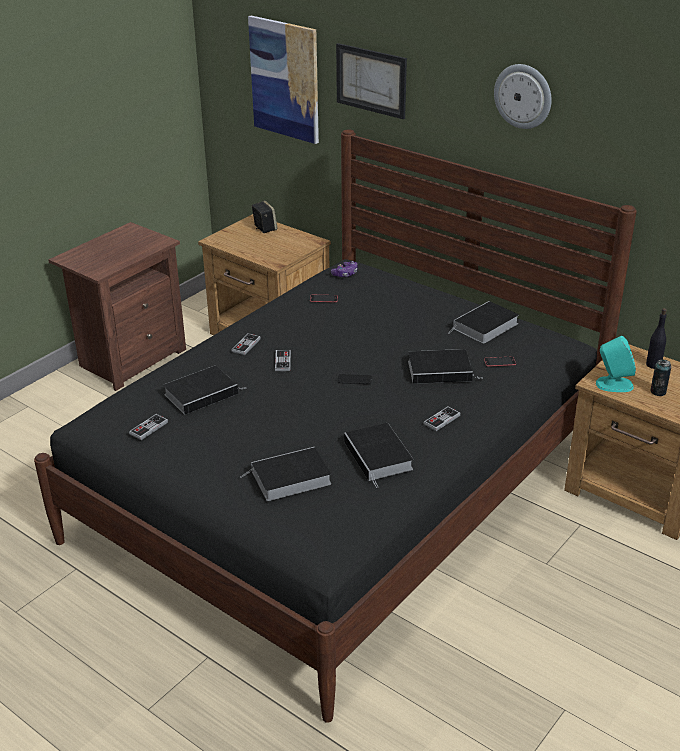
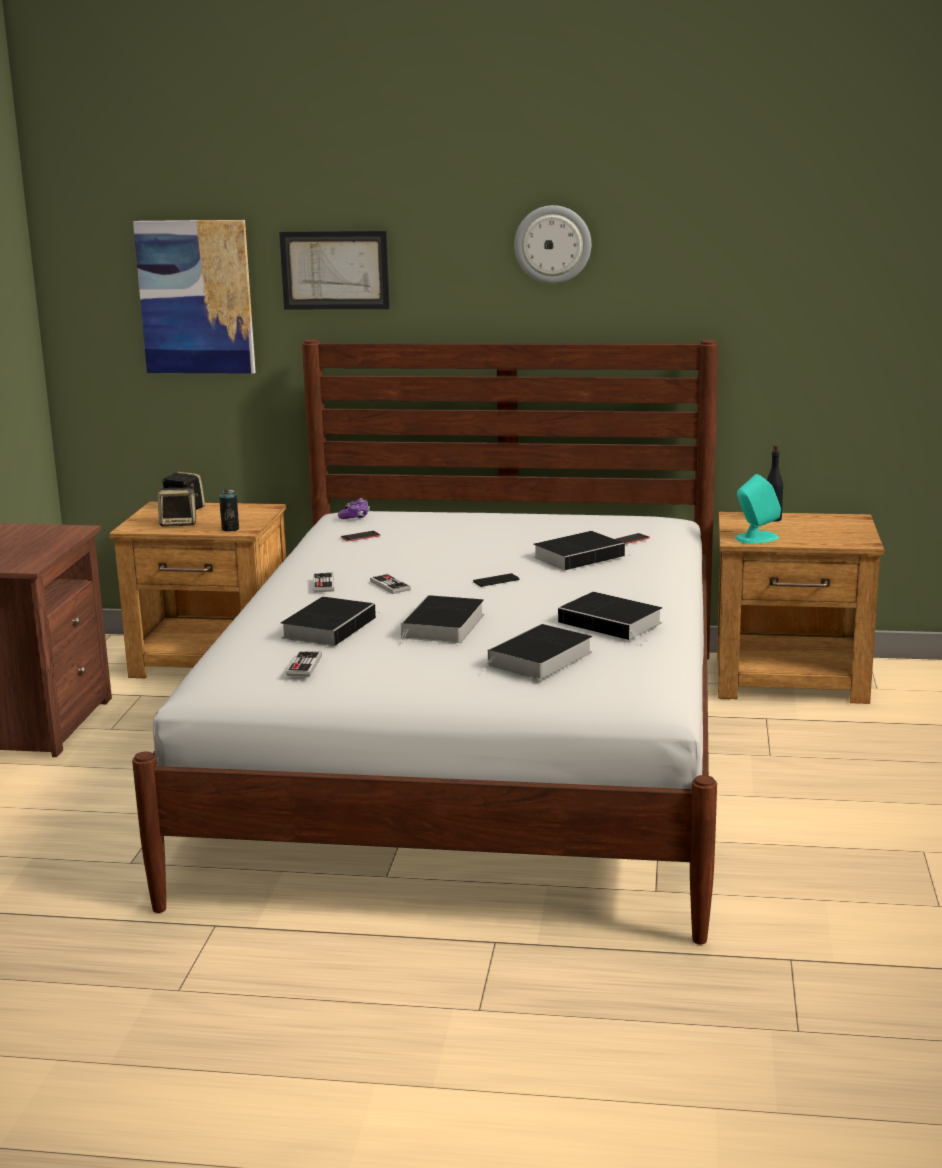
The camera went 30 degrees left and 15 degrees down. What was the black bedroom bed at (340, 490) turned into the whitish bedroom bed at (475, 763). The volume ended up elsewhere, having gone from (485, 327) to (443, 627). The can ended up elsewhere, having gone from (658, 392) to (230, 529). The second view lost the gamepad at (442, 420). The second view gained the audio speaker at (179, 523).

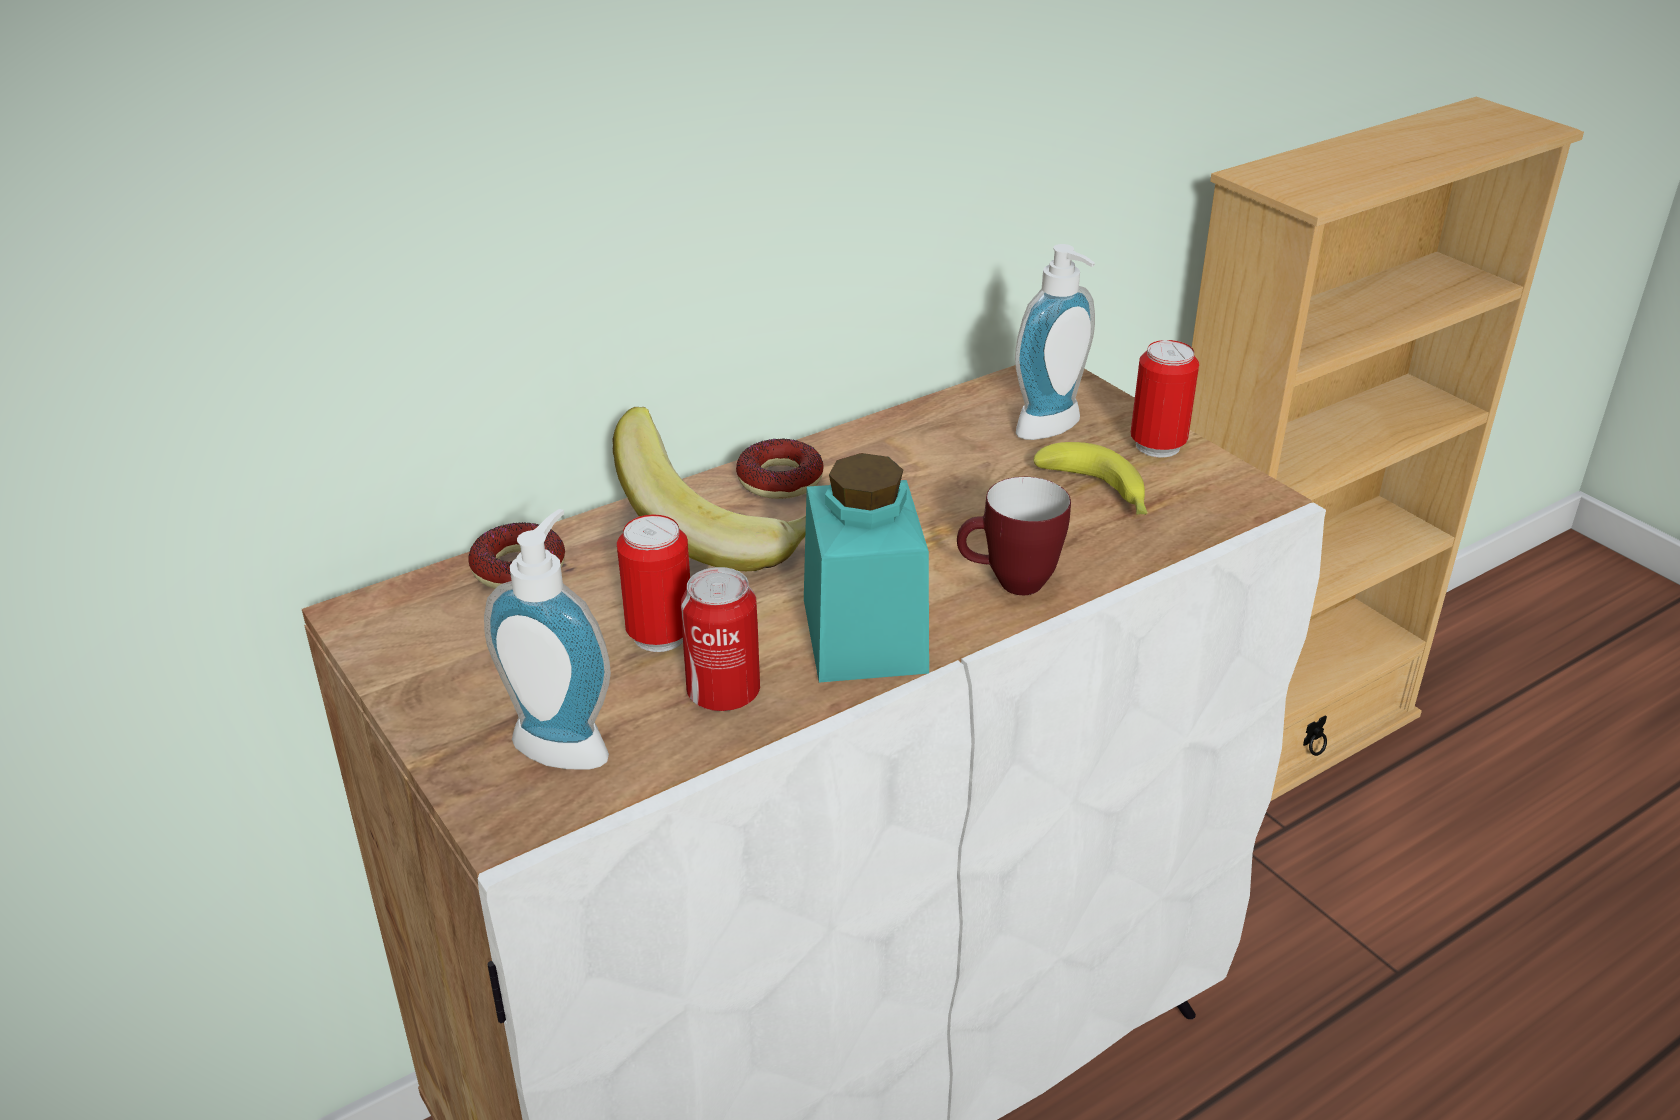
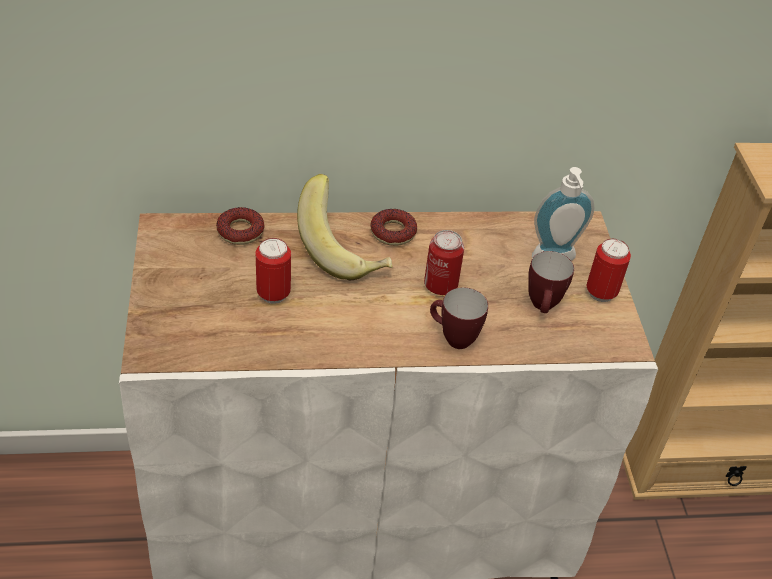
The camera went 25 degrees right and 10 degrees up. Where the banana stood at (1098, 494), the mug came to stand at (543, 308). The second view lost the turquoise-coloured storage jar at (864, 635). The second view lost the liquid soap bottle at (567, 742). The can ended up elsewhere, having gone from (723, 693) to (440, 285).

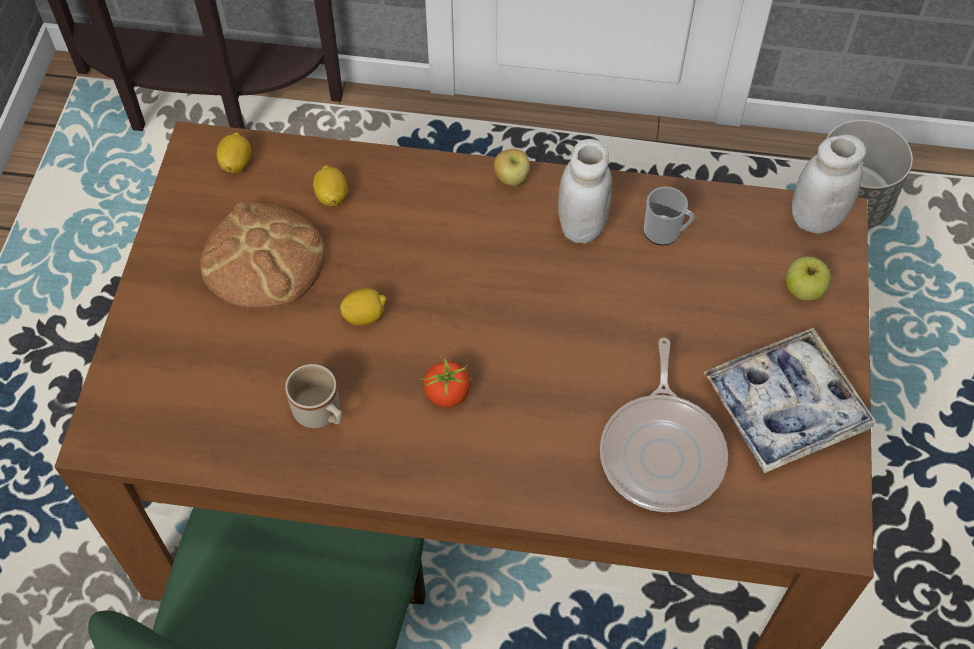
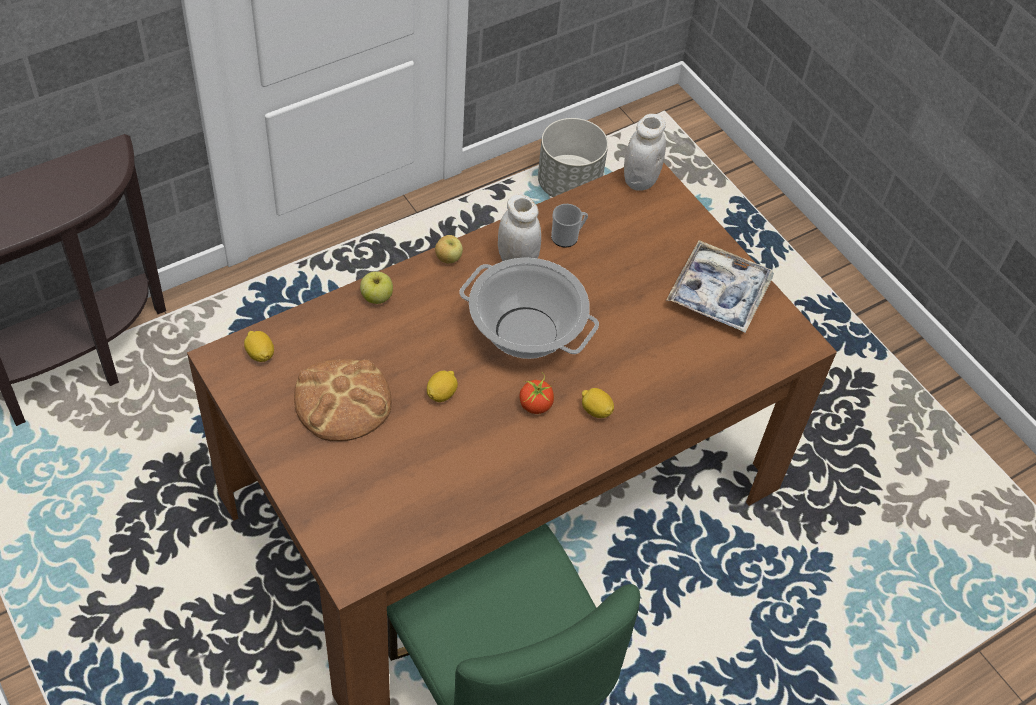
The camera went 45 degrees left and 5 degrees down. The citrus fruit ended up elsewhere, having gone from (332, 196) to (596, 410). The apple fruit ended up elsewhere, having gone from (803, 290) to (377, 297). The second view lost the skillet at (662, 451). The second view lost the beige-coloured mug at (321, 414). The second view gained the stockpot at (525, 332).

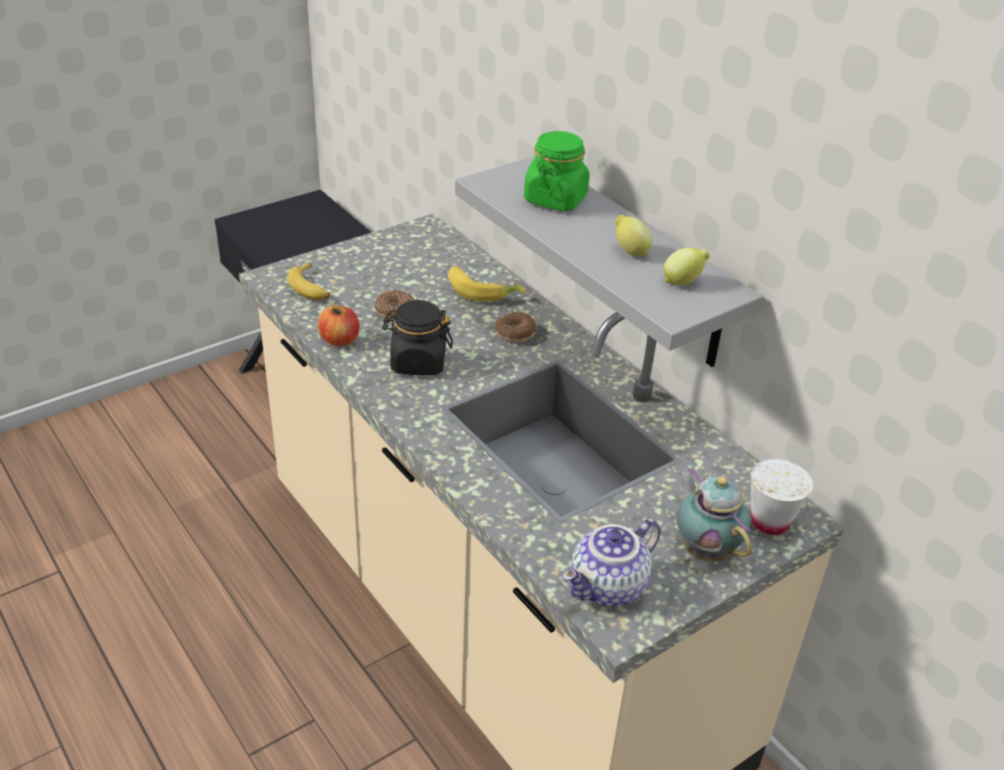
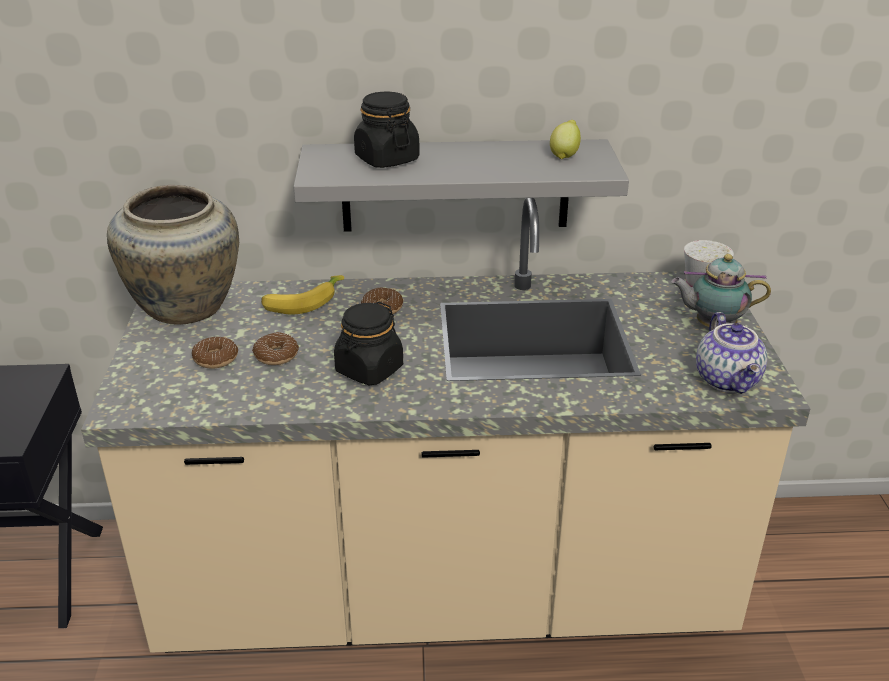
The camera went 55 degrees left and 5 degrees down. What was the greenish storage jar at (555, 199) turned into the black storage jar at (386, 159). The second view lost the citrus fruit at (630, 252). The second view lost the banana at (311, 288). The second view lost the apple fruit at (339, 340). The second view gained the beige-coloured flower vase at (185, 309). The second view gained the ring doughnut at (216, 359).

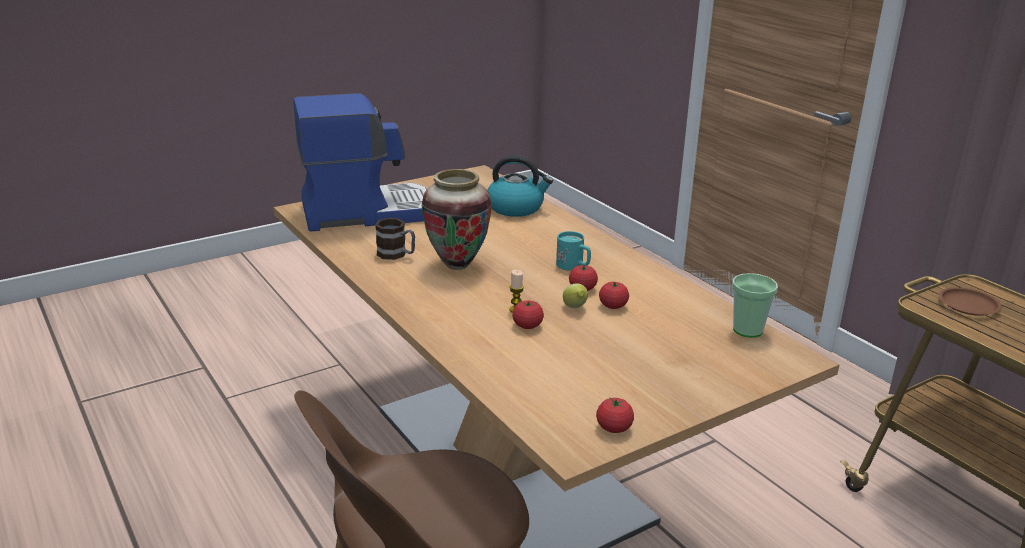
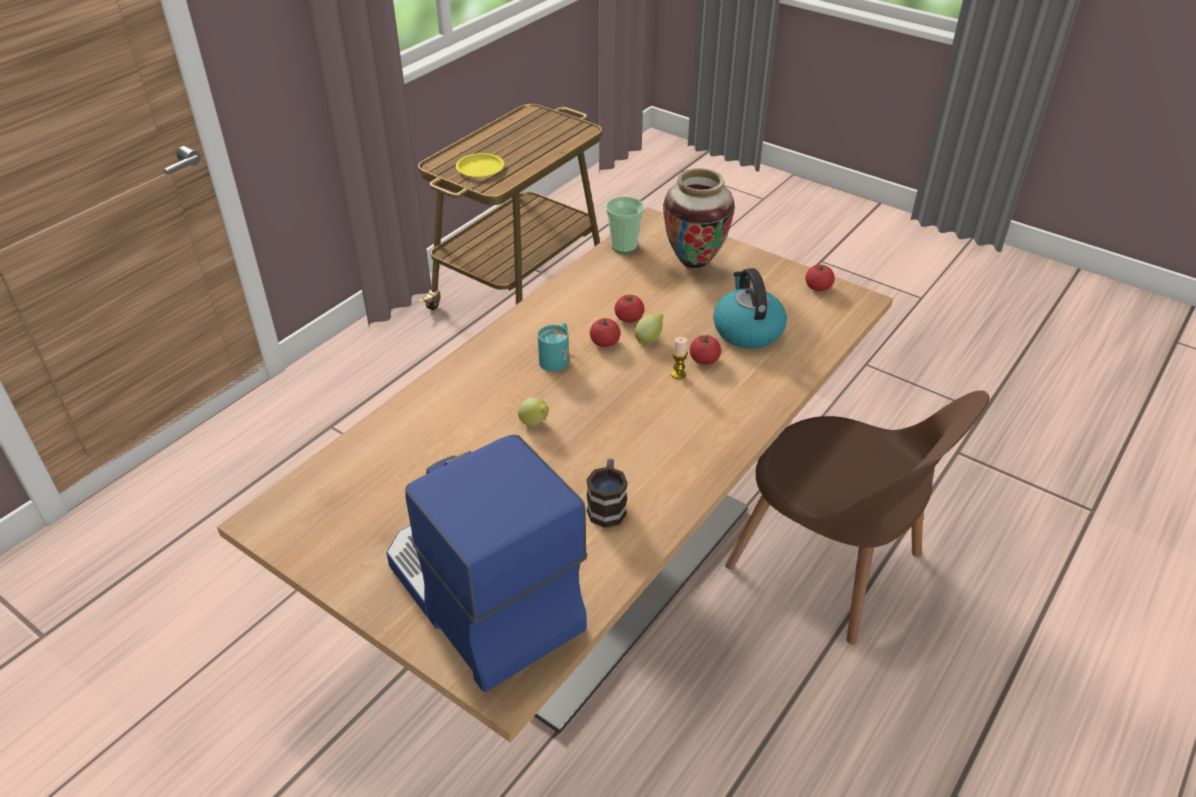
The camera went 110 degrees left and 15 degrees up. The kettle ended up elsewhere, having gone from (516, 208) to (747, 330). The flower vase ended up elsewhere, having gone from (457, 265) to (694, 264). What was the brown-coloured plate at (967, 305) turned into the yellow-coloured plate at (480, 169). The second view gained the citrus fruit at (535, 423).

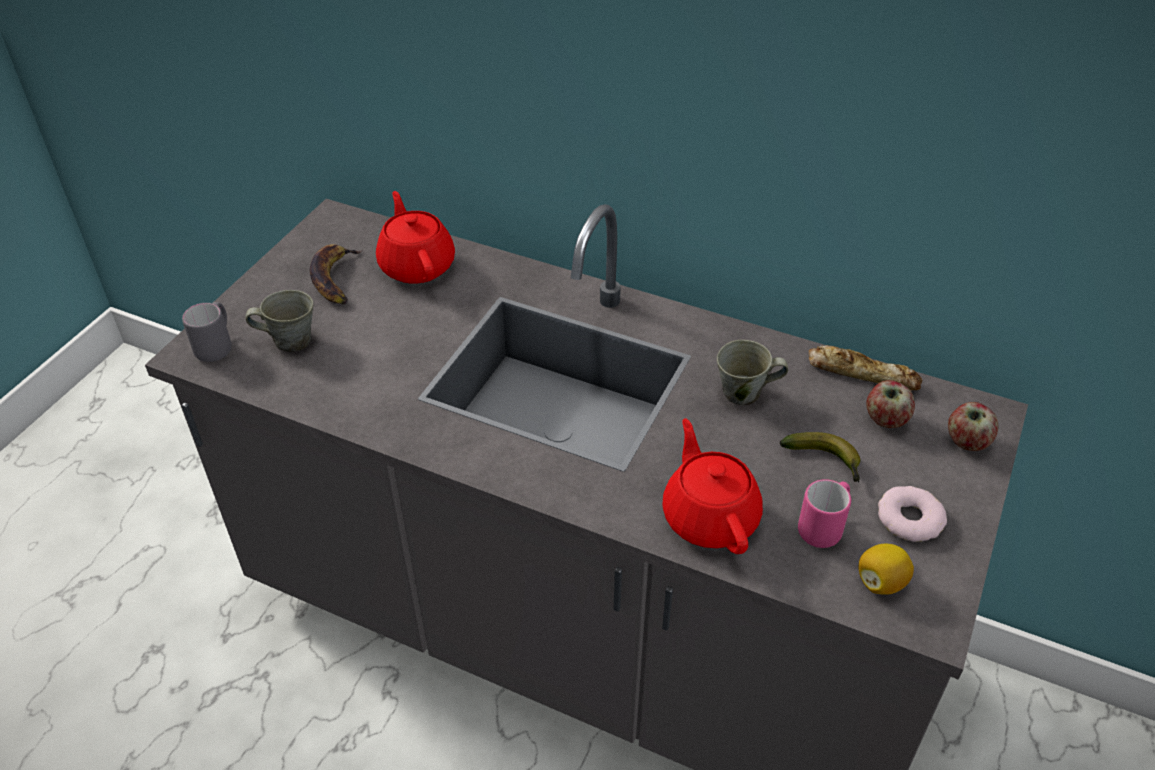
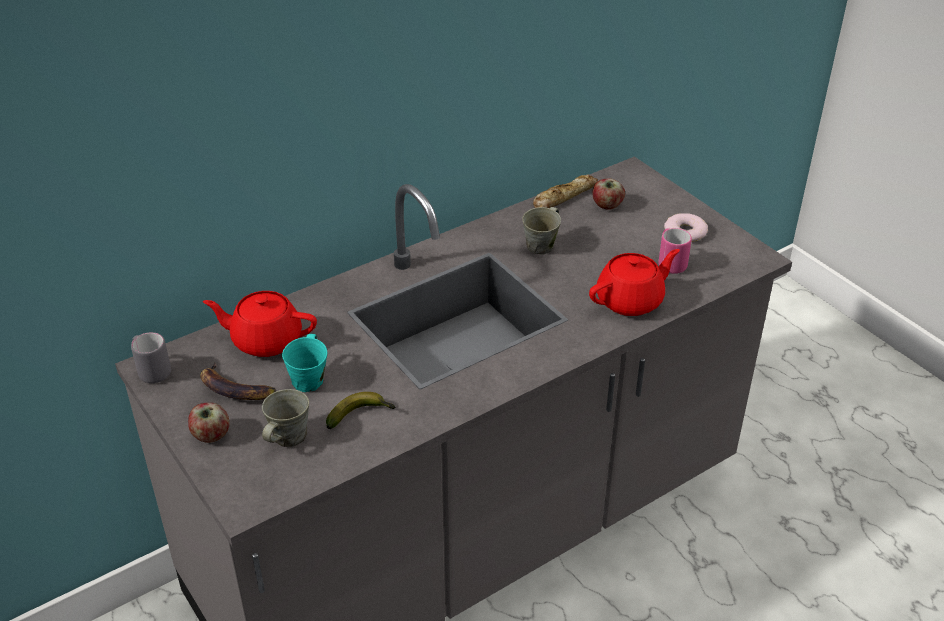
The camera went 60 degrees left and 5 degrees down. The greyish mug ended up elsewhere, having gone from (217, 346) to (151, 371). The apple fruit ended up elsewhere, having gone from (967, 441) to (211, 435). The red-coloured tea pot at (709, 516) ended up facing another way, 135 degrees clockwise from before. The banana ended up elsewhere, having gone from (826, 461) to (361, 415). The second view lost the citrus fruit at (880, 582). The second view gained the turquoise-coloured mug at (309, 380).

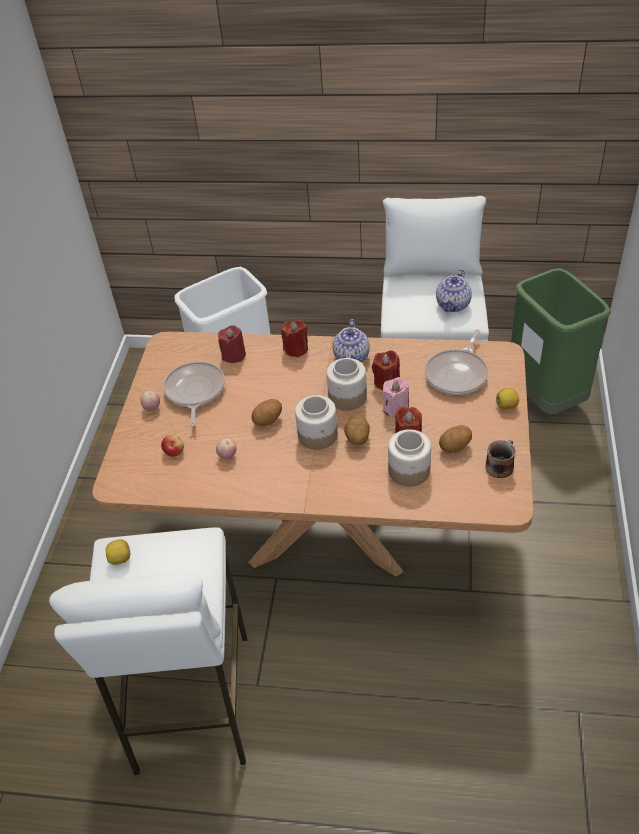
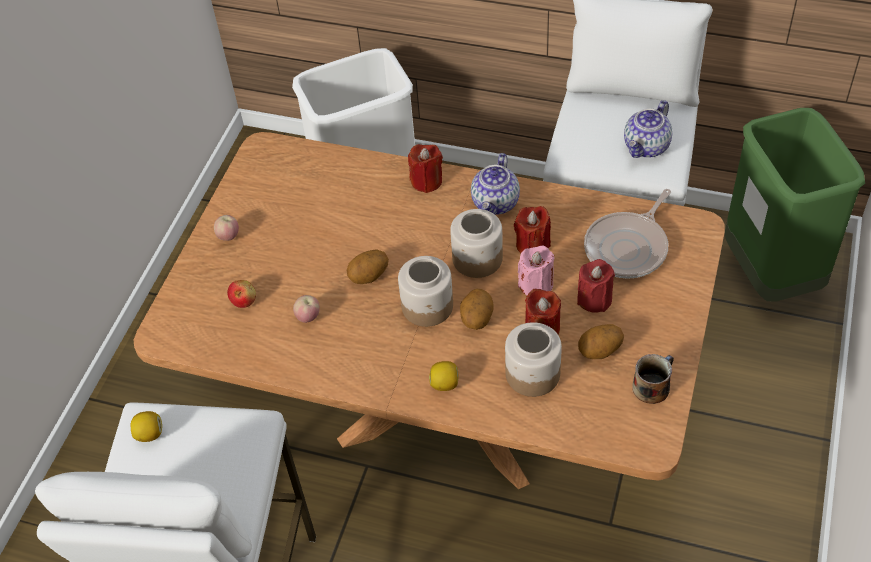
The camera went 10 degrees right and 5 degrees up. The red-coloured candle ended up elsewhere, having gone from (234, 355) to (594, 299). The second view lost the skillet at (194, 392). The citrus fruit ended up elsewhere, having gone from (507, 406) to (445, 384).

